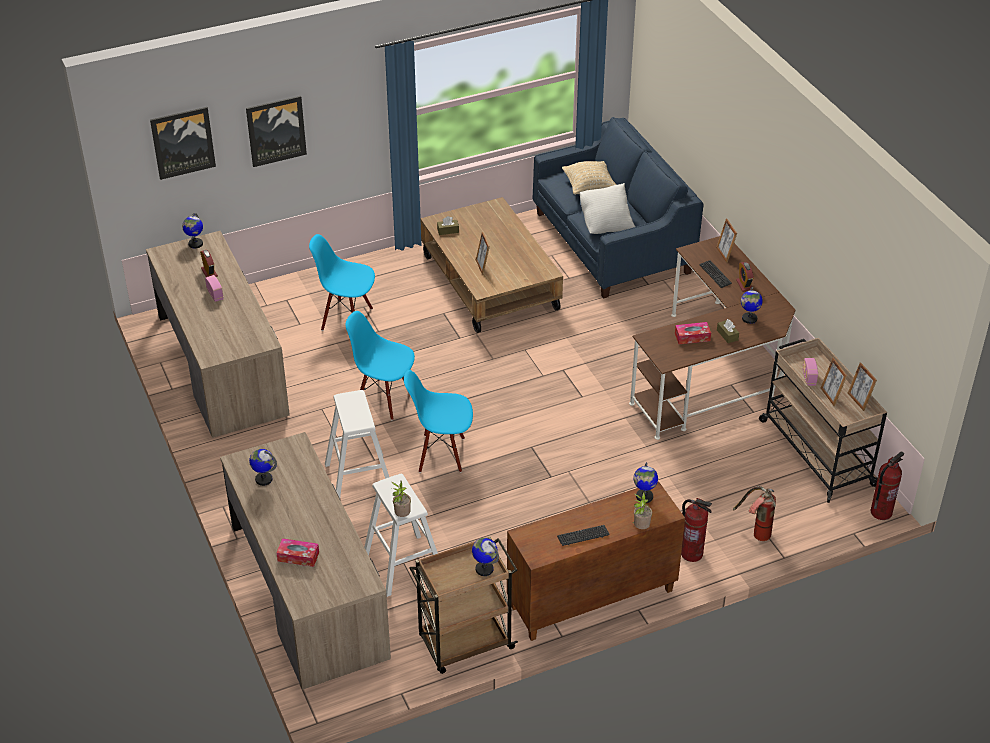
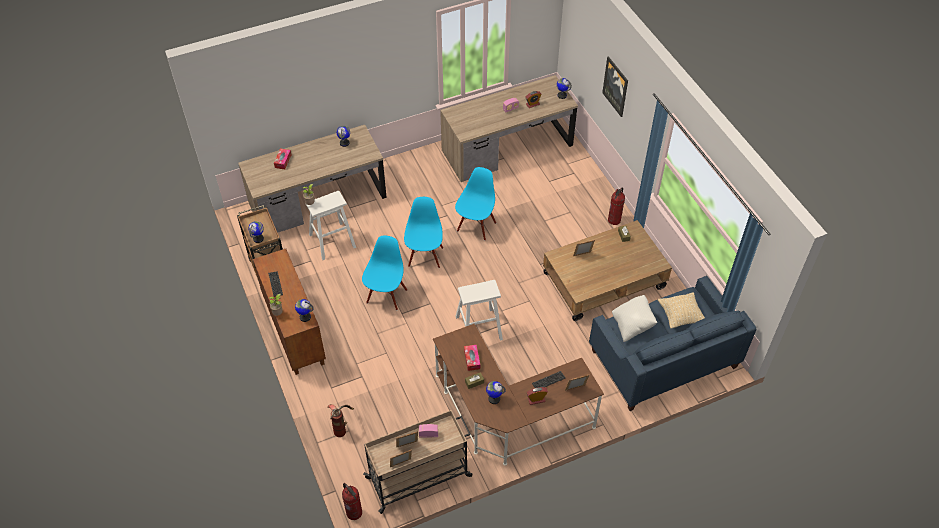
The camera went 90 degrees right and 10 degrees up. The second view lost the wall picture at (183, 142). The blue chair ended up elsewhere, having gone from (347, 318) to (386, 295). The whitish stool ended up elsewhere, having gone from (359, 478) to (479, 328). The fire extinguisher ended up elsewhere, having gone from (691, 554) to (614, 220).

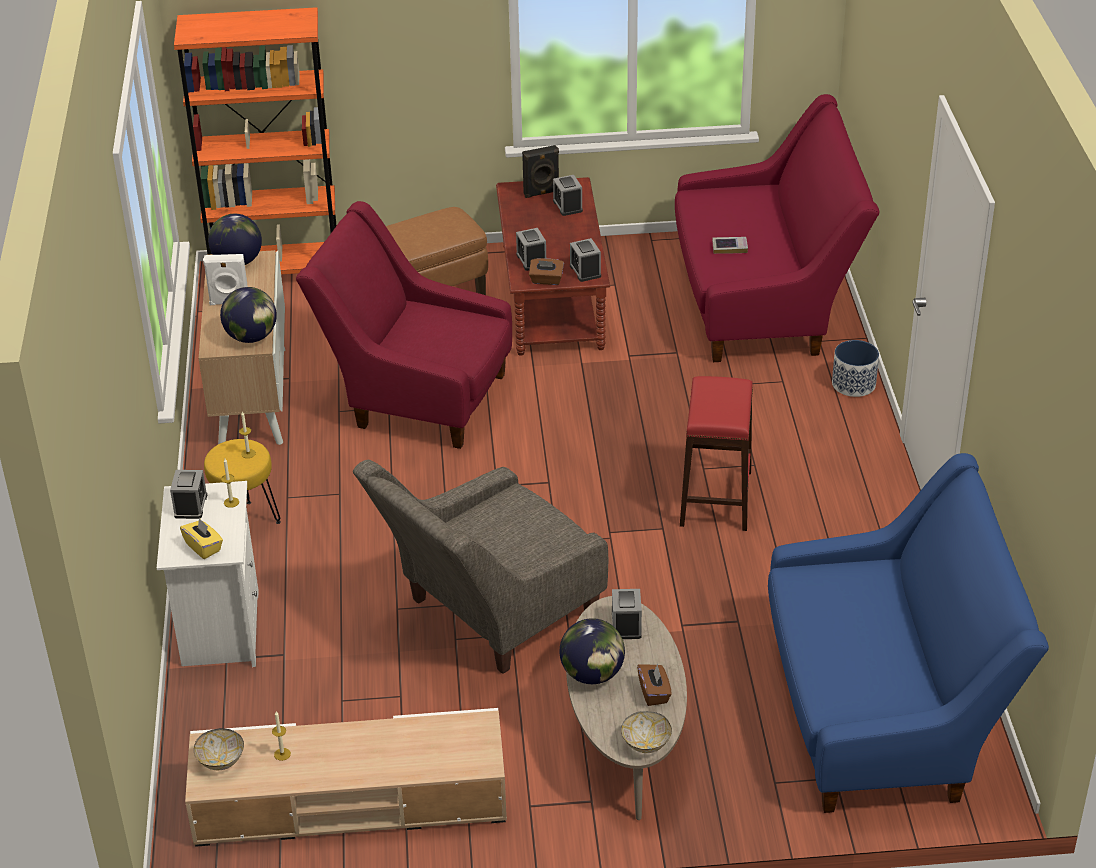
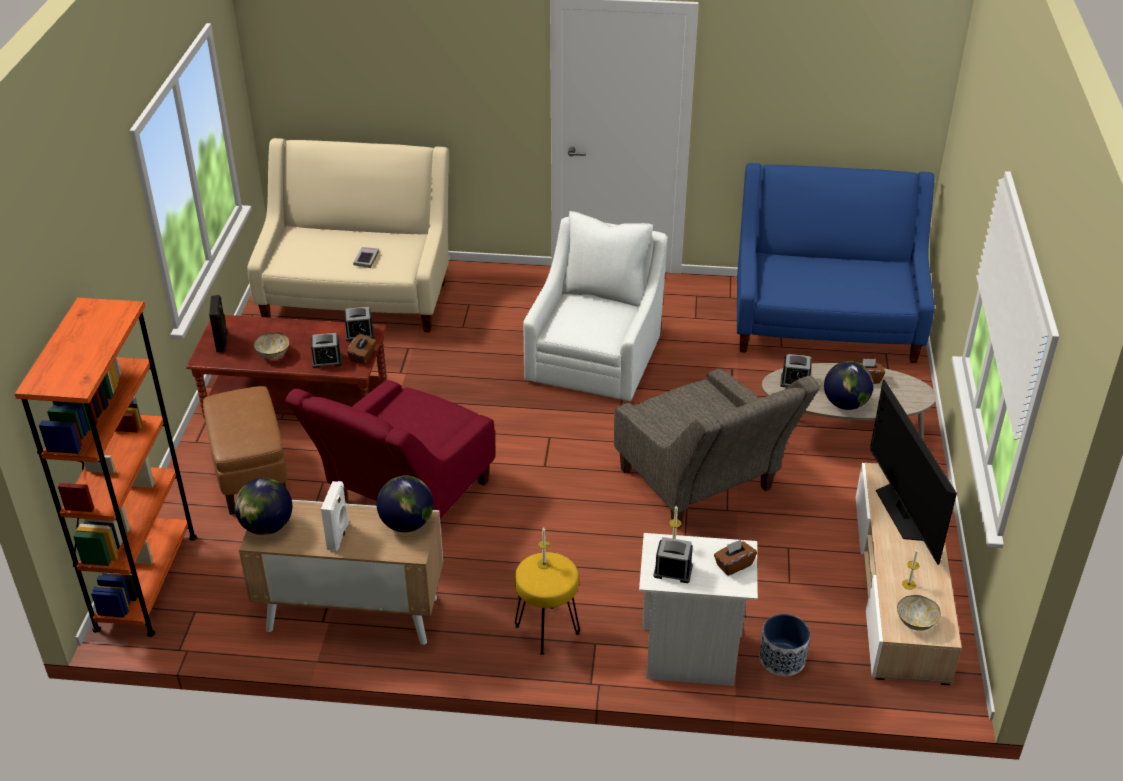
The camera went 80 degrees left and 0 degrees up. What was the red-coloured sofa at (764, 298) turned into the beige-coloured sofa at (358, 295). The second view lost the table clock at (567, 206). The flower pot ended up elsewhere, having gone from (854, 384) to (782, 659). Where the red-coloured stool stood at (716, 498), the whitish armchair came to stand at (596, 356). What was the yellow-coloured tissue box at (203, 547) turned into the brown-coloured tissue box at (733, 565). The bowl ended up elsewhere, having gone from (645, 744) to (273, 354). The second view gained the television at (903, 512).

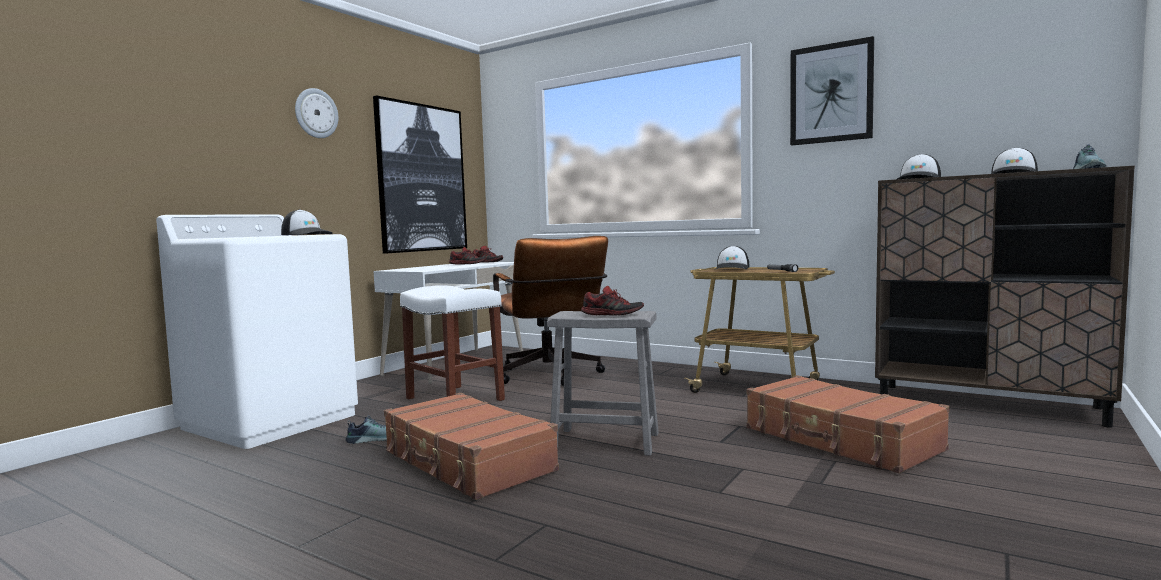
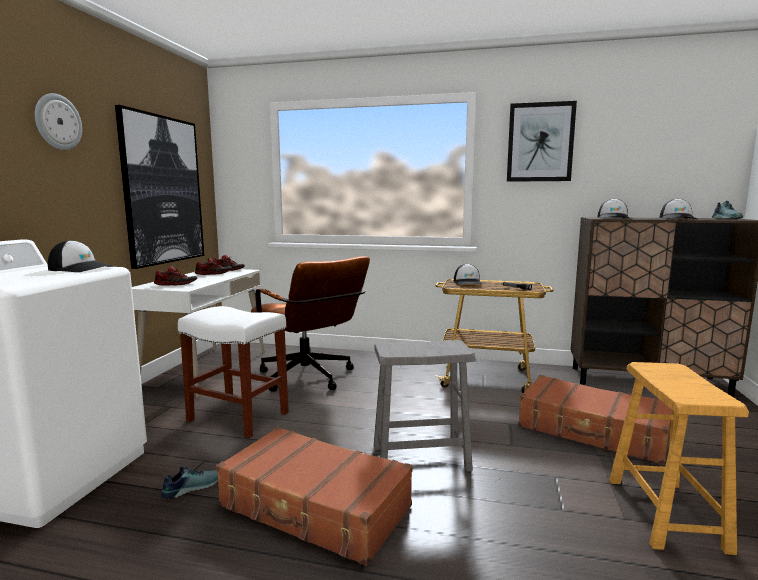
The camera went 20 degrees left and 5 degrees up. The item of footwear ended up elsewhere, having gone from (612, 314) to (176, 284). The second view gained the brown-coloured stool at (665, 513).

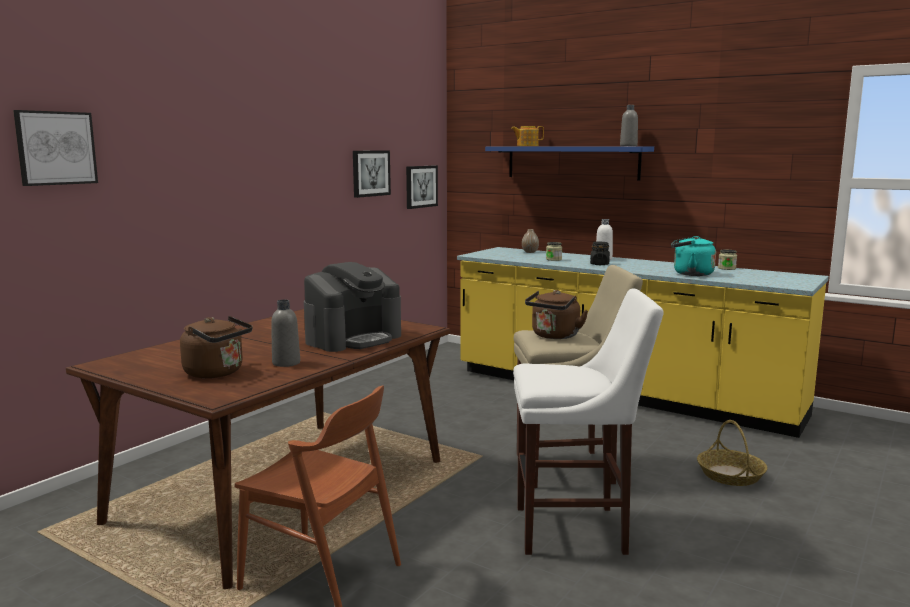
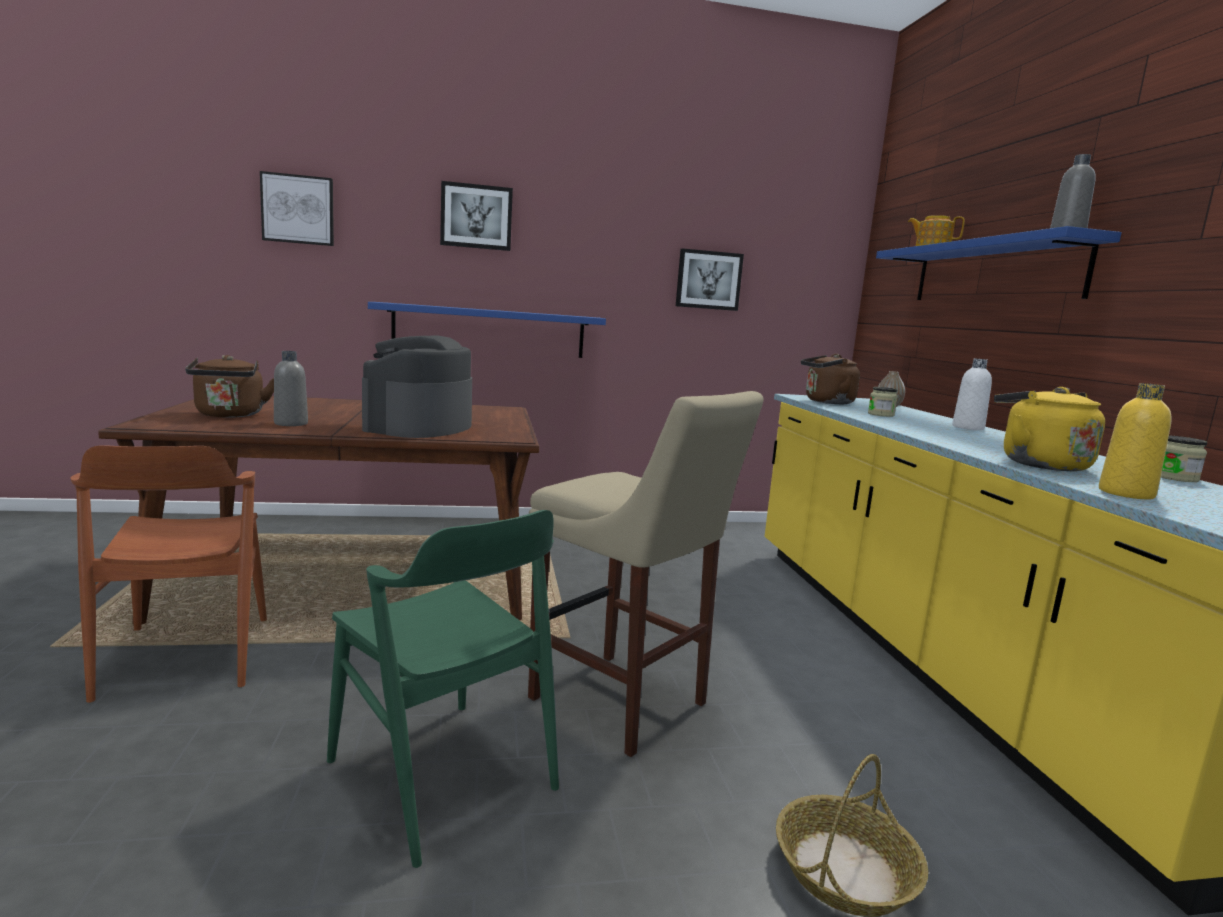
The camera went 45 degrees right and 0 degrees up. The wall picture ended up elsewhere, having gone from (421, 186) to (476, 216). What was the turquoise-coloured kettle at (690, 274) turned into the yellow-coloured kettle at (1038, 464). The second view lost the black storage jar at (599, 264). The coffee brewer at (353, 338) ended up facing another way, 105 degrees clockwise from before. Where the whitish stool stood at (577, 530), the greenish chair came to stand at (442, 774). The brown-coloured kettle ended up elsewhere, having gone from (554, 336) to (826, 402). The second view gained the blue bracket shelf at (489, 331). The second view gained the yellow-coloured beverage bottle at (1126, 493).

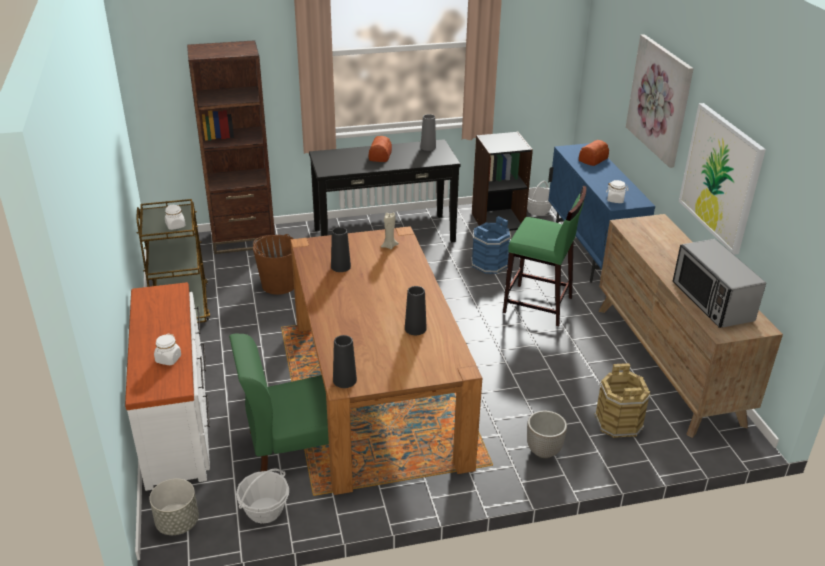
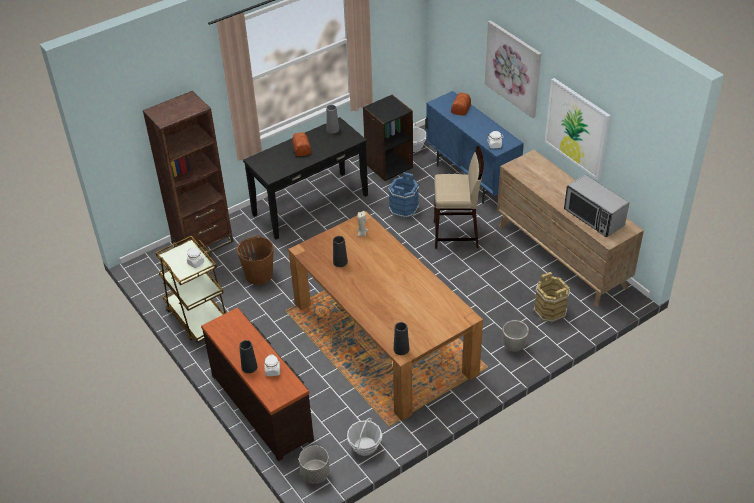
The camera went 20 degrees left and 10 degrees up. What was the greenish stool at (538, 305) turned into the beige-coloured stool at (456, 235). What was the whitish drawer chest at (177, 420) turned into the brown-coloured drawer chest at (263, 406). The black flower vase ended up elsewhere, having gone from (415, 328) to (249, 367). The second view lost the greenish chair at (291, 444).

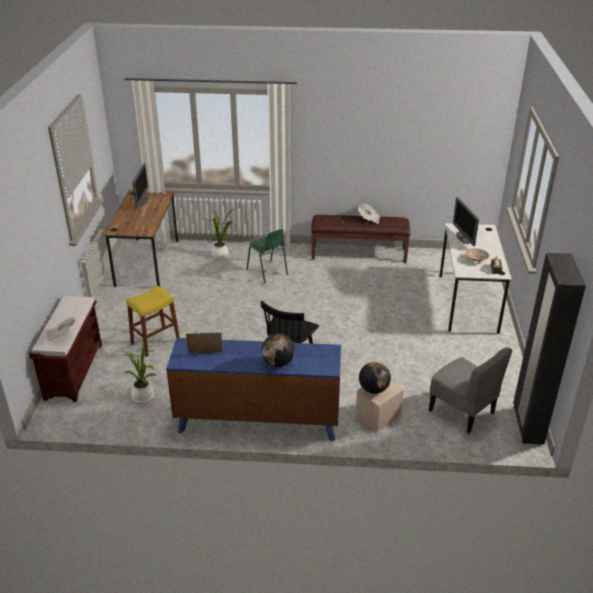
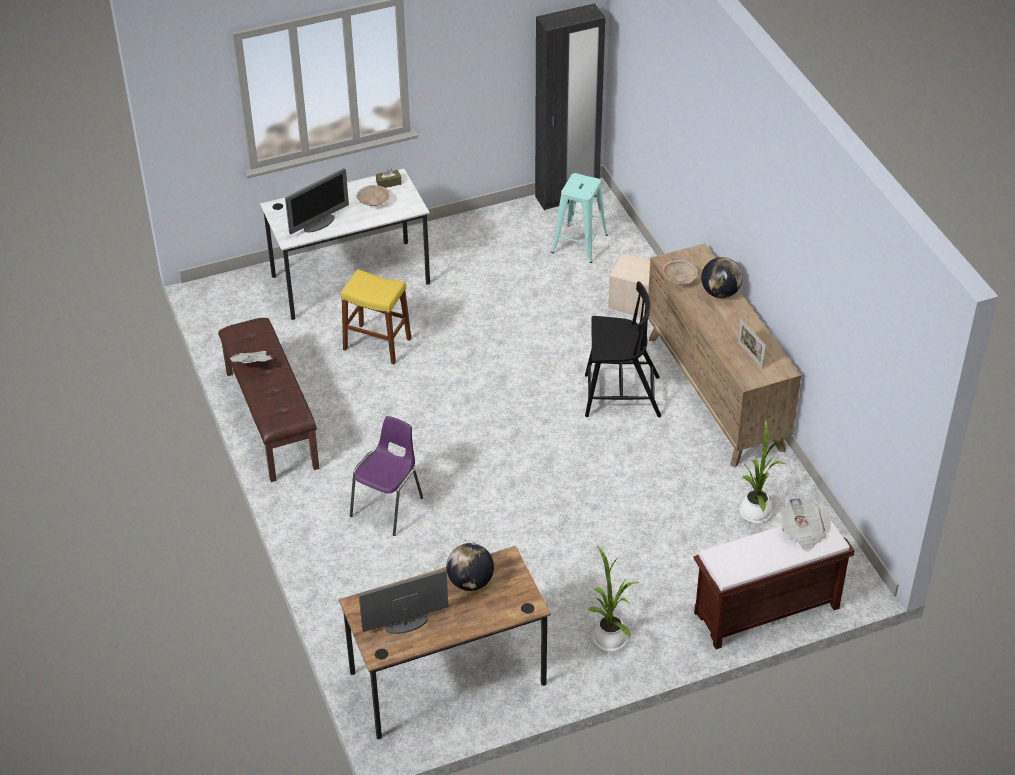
The camera went 115 degrees left and 10 degrees up. The plant in a pot ended up elsewhere, having gone from (221, 255) to (609, 637). What was the greenish chair at (267, 272) turned into the purple-coloured chair at (388, 506). The yellow-coloured stool ended up elsewhere, having gone from (155, 342) to (377, 344). What was the blue drawer chest at (257, 421) turned into the brown-coloured drawer chest at (715, 393). Where the greyish chair stood at (462, 411), the turquoise-coloured stool came to stand at (579, 243). The world globe ended up elsewhere, having gone from (373, 389) to (470, 582). The second view gained the beige-coloured bowl at (679, 279).

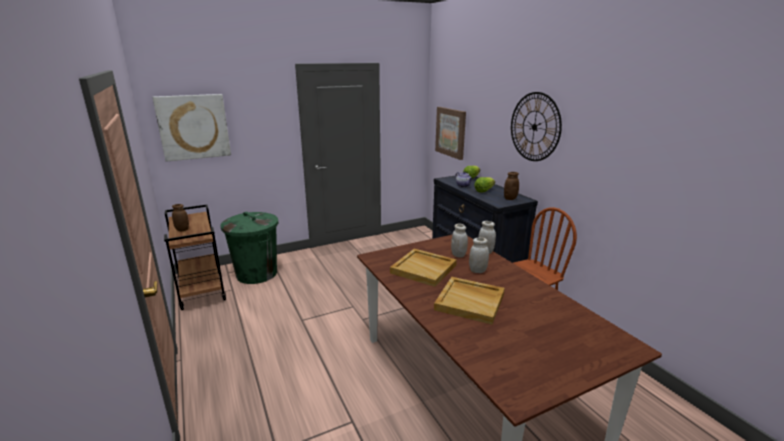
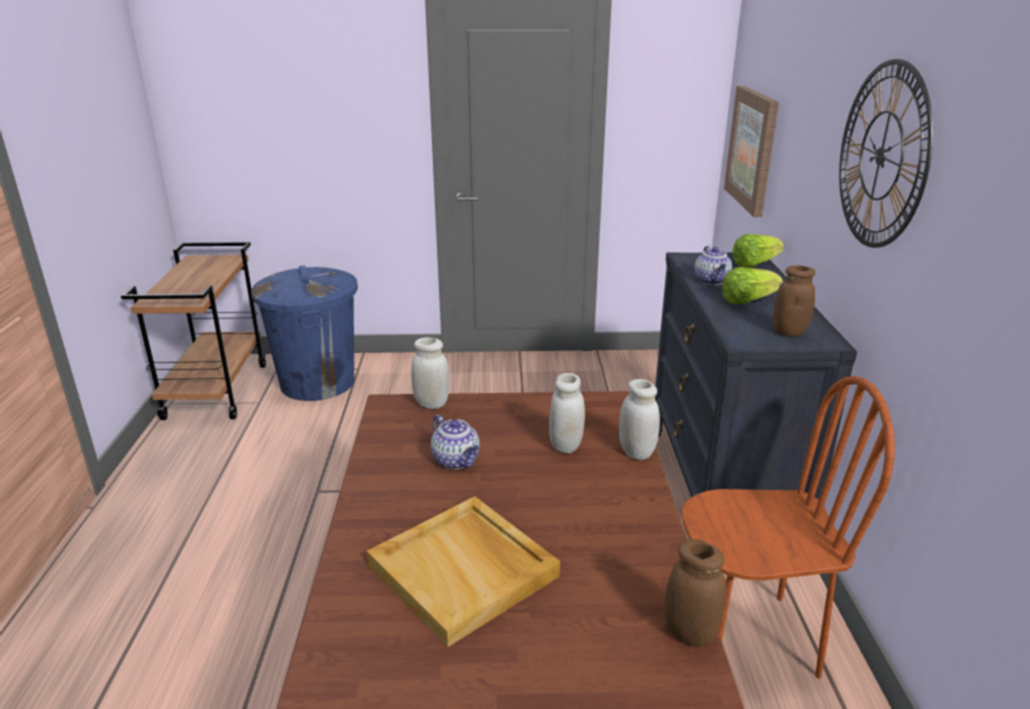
The camera went 25 degrees right and 5 degrees up. The second view lost the wall picture at (193, 127). The brown-coloured storage jar ended up elsewhere, having gone from (182, 230) to (690, 633). What was the greenish trash can at (257, 274) turned into the blue trash can at (318, 382). The whitish storage jar ended up elsewhere, having gone from (477, 271) to (431, 403). Where the beige-coloured carrying tray stood at (424, 269), the tea pot came to stand at (457, 460).

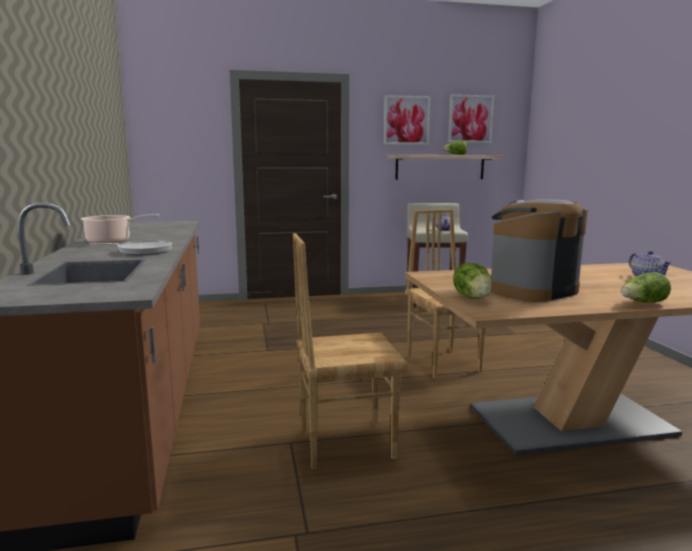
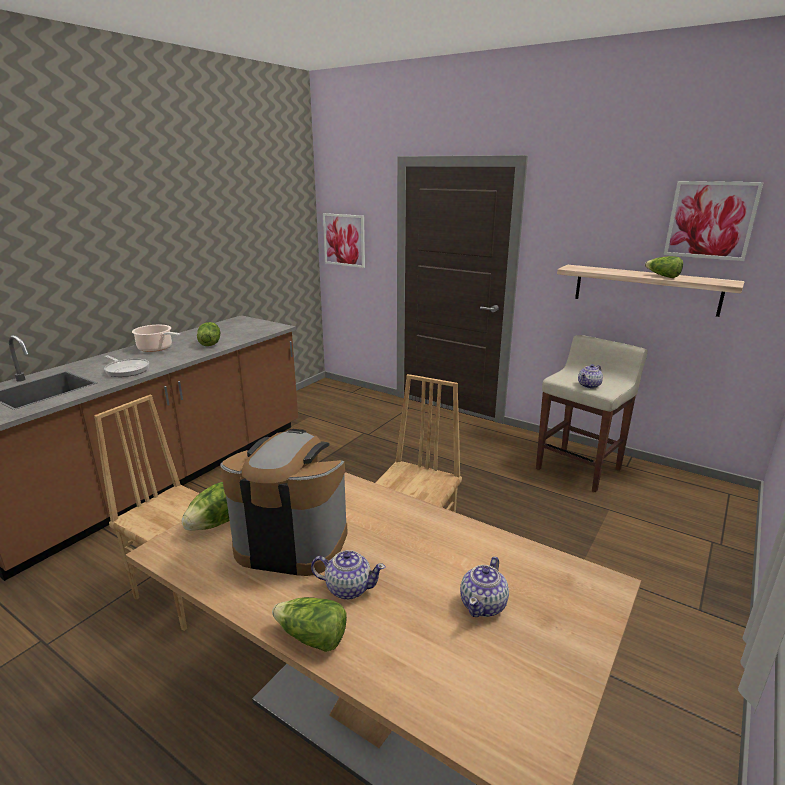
The camera went 45 degrees right and 10 degrees up. The wall picture ended up elsewhere, having gone from (406, 120) to (344, 240). The second view gained the head of lettuce at (210, 344). The second view gained the tea pot at (348, 588).

